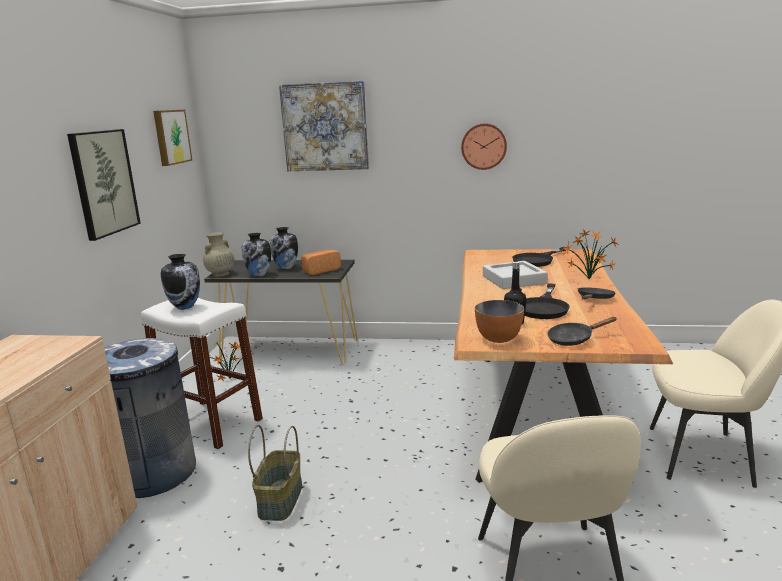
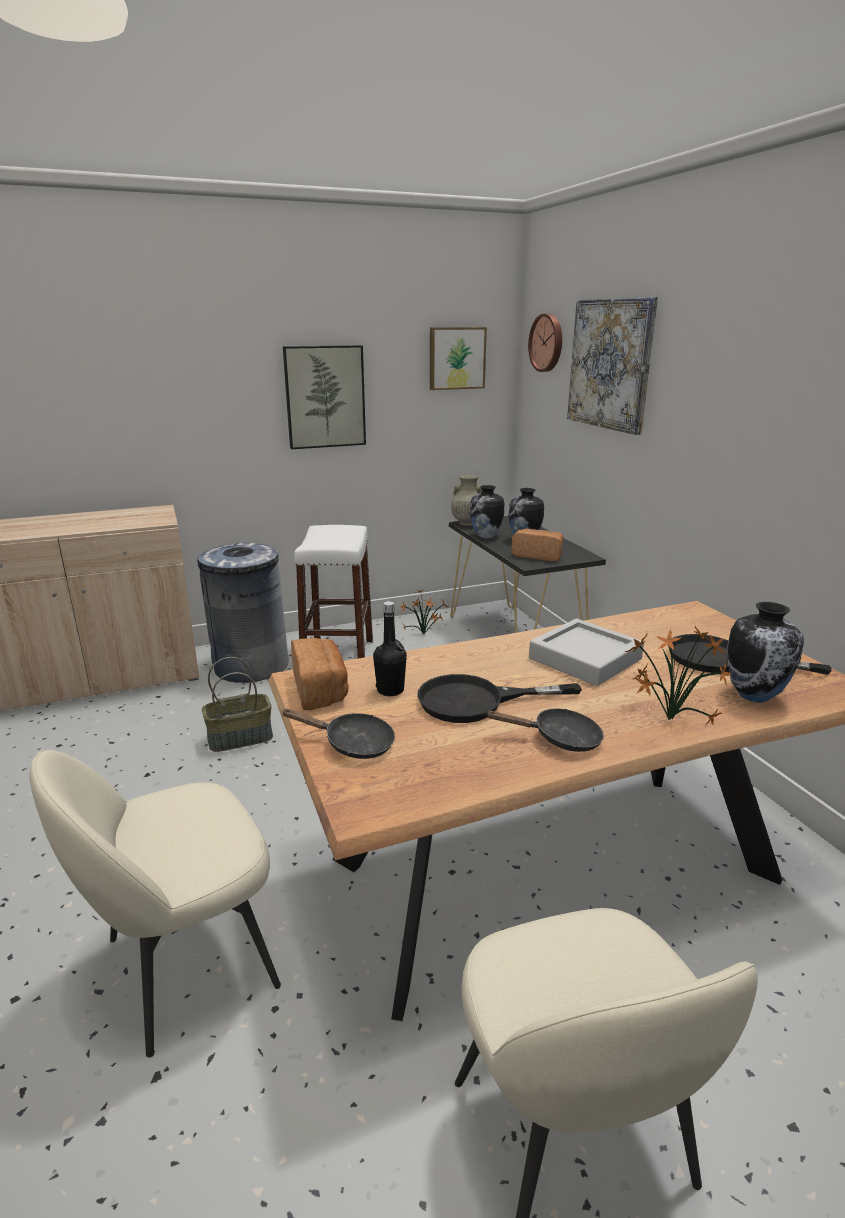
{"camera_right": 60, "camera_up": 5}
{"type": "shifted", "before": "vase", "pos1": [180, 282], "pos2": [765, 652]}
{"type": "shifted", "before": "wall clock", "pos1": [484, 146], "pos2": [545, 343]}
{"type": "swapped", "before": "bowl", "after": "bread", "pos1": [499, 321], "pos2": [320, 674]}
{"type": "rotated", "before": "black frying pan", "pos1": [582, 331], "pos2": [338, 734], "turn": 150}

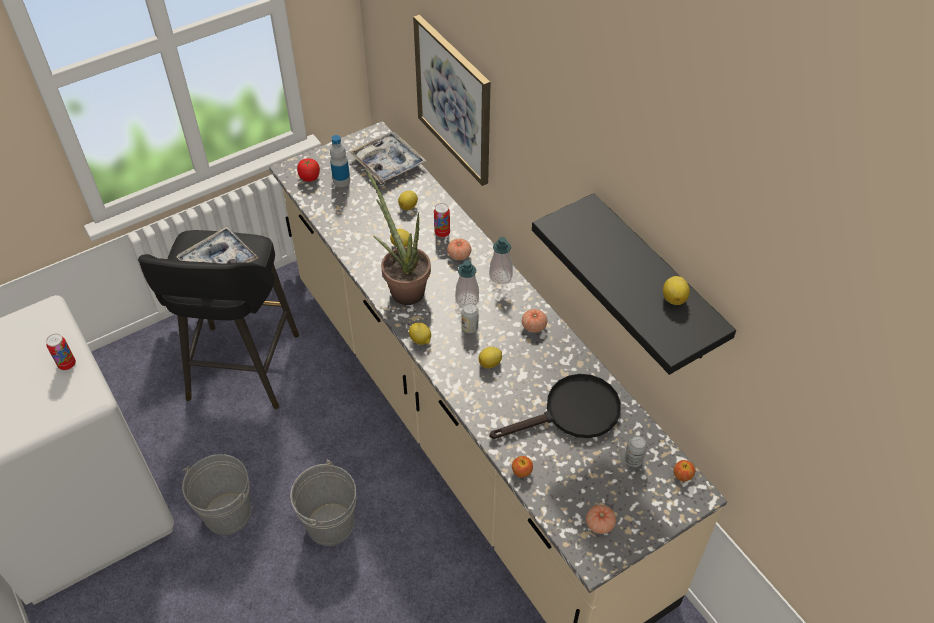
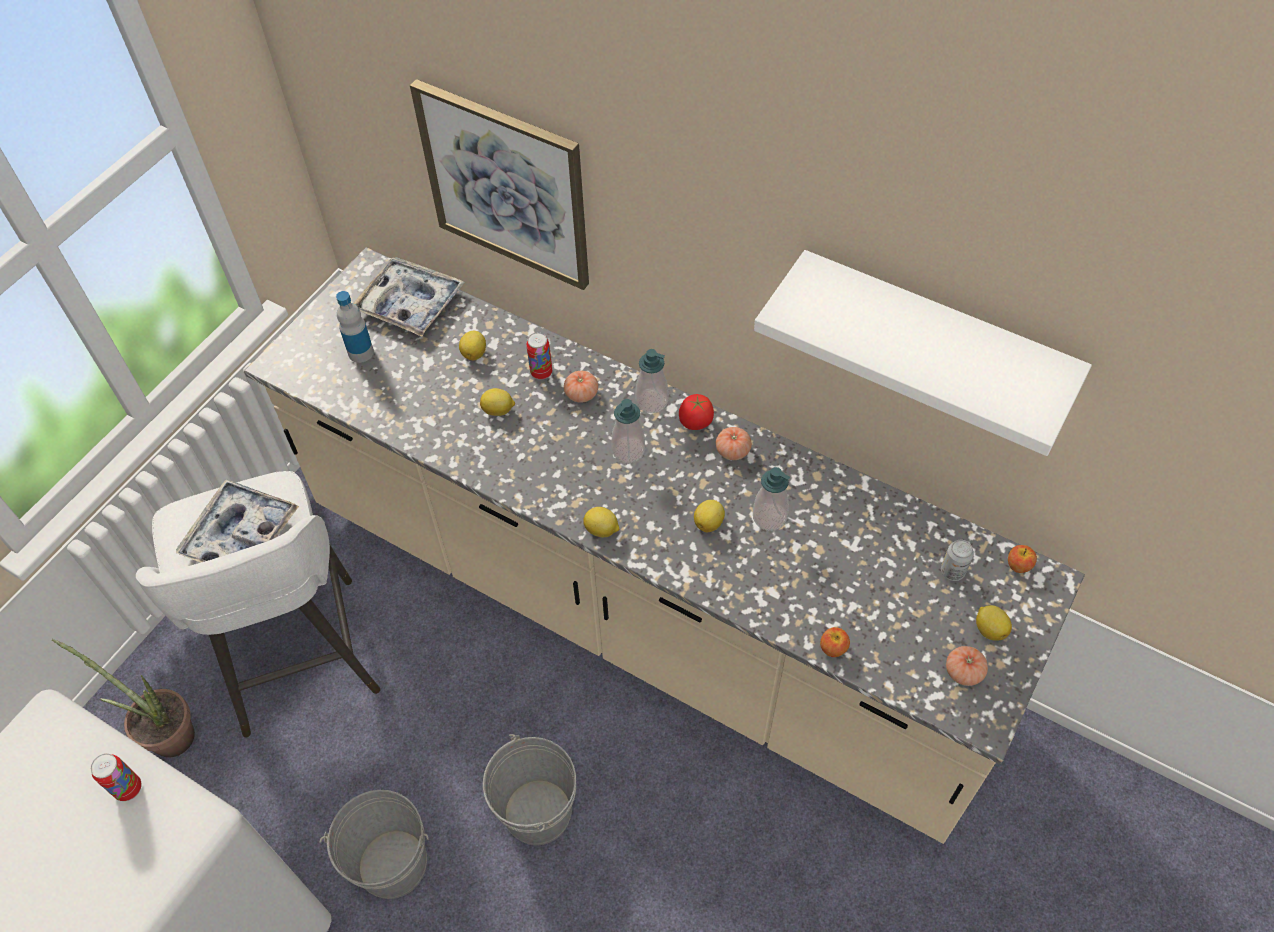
{"camera_right": -25, "camera_up": 5}
{"type": "repainted", "before": "black stool", "after": "white stool", "pos1": [218, 319], "pos2": [258, 604]}
{"type": "shifted", "before": "tomato", "pos1": [308, 170], "pos2": [696, 412]}
{"type": "shifted", "before": "potted plant", "pos1": [398, 236], "pos2": [123, 698]}
{"type": "gone", "before": "can", "pos1": [470, 318]}
{"type": "gone", "before": "black frying pan", "pos1": [555, 406]}
{"type": "repainted", "before": "black shelf", "after": "white shelf", "pos1": [634, 284], "pos2": [923, 353]}
{"type": "shifted", "before": "lemon", "pos1": [676, 290], "pos2": [994, 623]}
{"type": "new", "after": "soap dispenser", "pos2": [771, 499]}

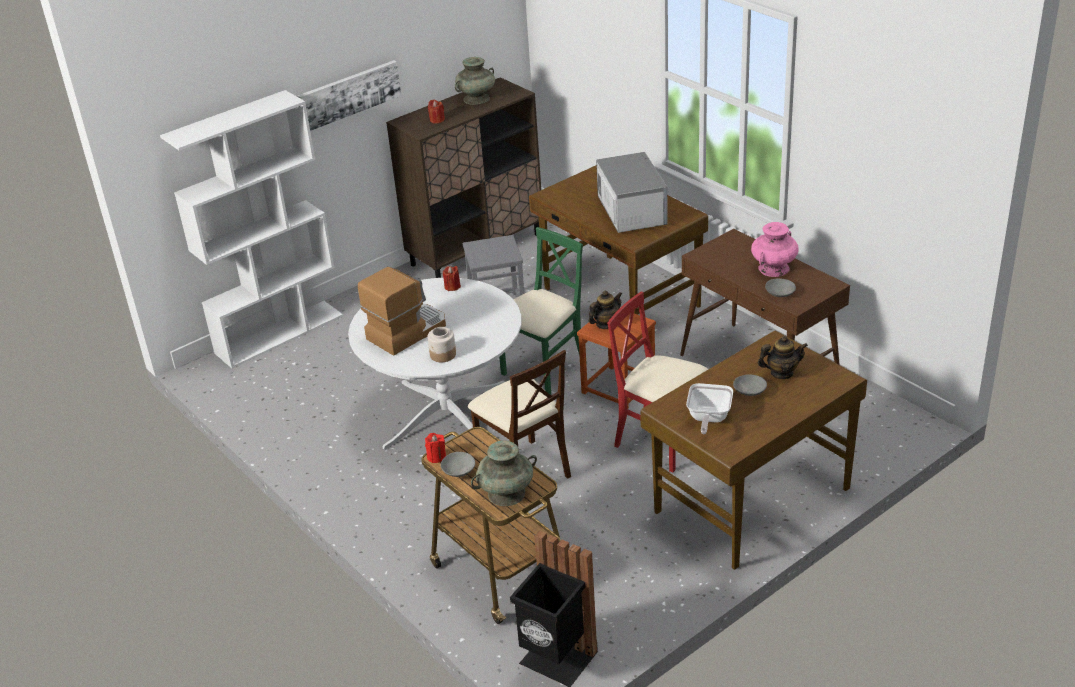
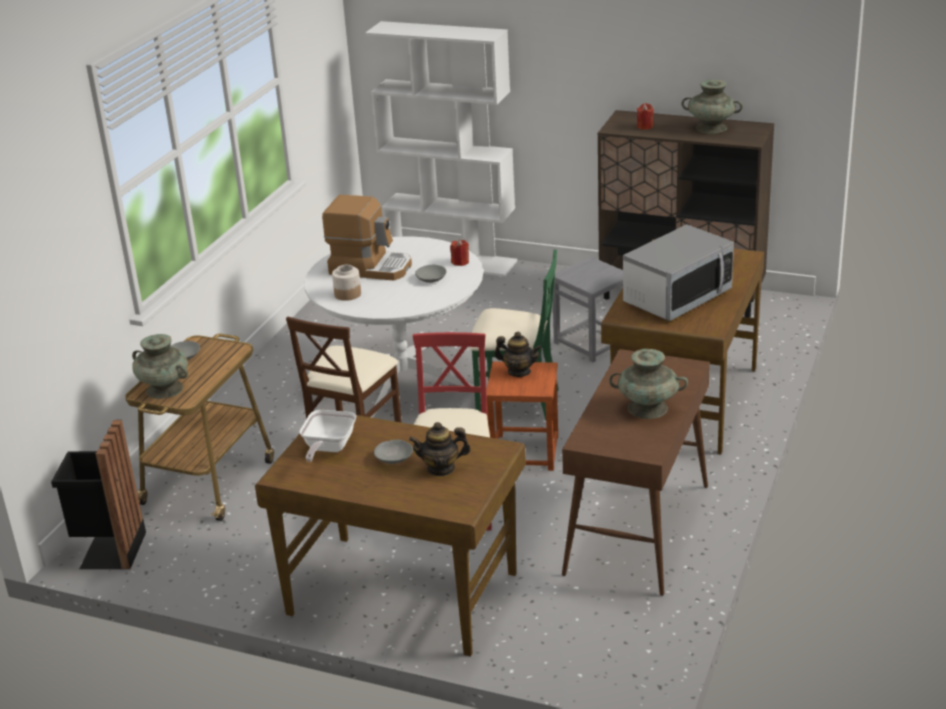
{"camera_right": 60, "camera_up": -5}
{"type": "gone", "before": "picture", "pos1": [349, 95]}
{"type": "gone", "before": "red candle", "pos1": [435, 448]}
{"type": "rotated", "before": "frying pan", "pos1": [709, 408], "pos2": [328, 436], "turn": -60}
{"type": "repainted", "before": "pink vase", "after": "turquoise vase", "pos1": [775, 249], "pos2": [648, 384]}
{"type": "rotated", "before": "teapot", "pos1": [783, 357], "pos2": [440, 449], "turn": 120}
{"type": "shifted", "before": "grey bowl", "pos1": [780, 287], "pos2": [431, 274]}

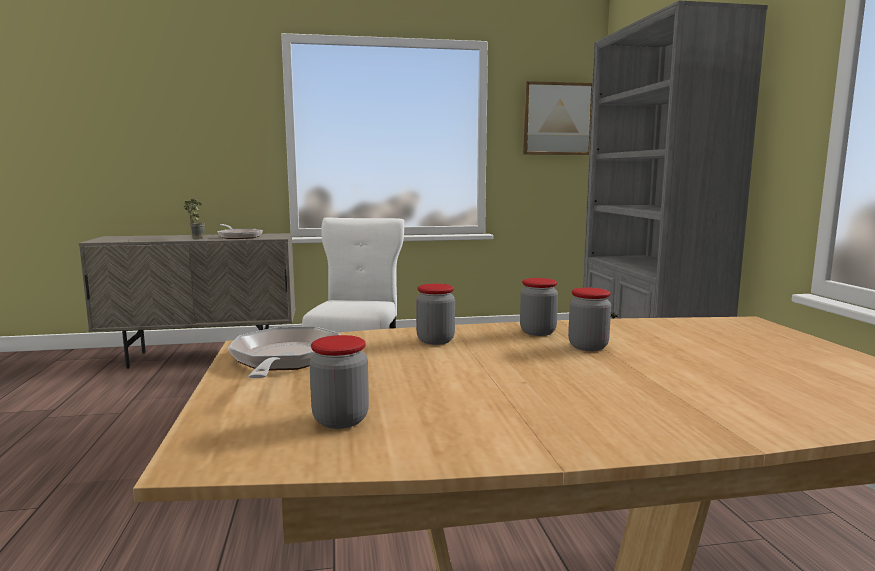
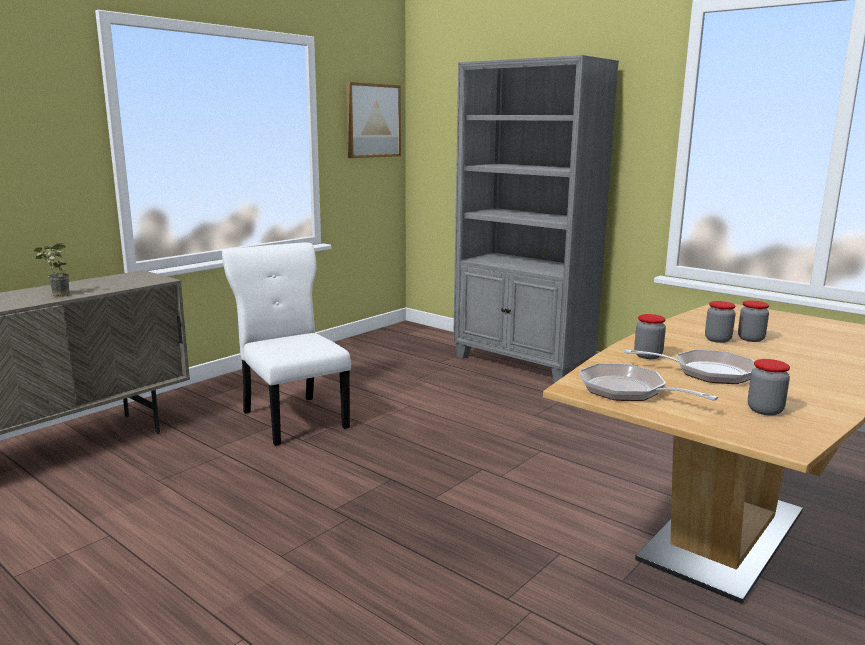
{"camera_right": -40, "camera_up": 5}
{"type": "shifted", "before": "frying pan", "pos1": [240, 231], "pos2": [690, 366]}
{"type": "shifted", "before": "jar", "pos1": [539, 307], "pos2": [753, 321]}

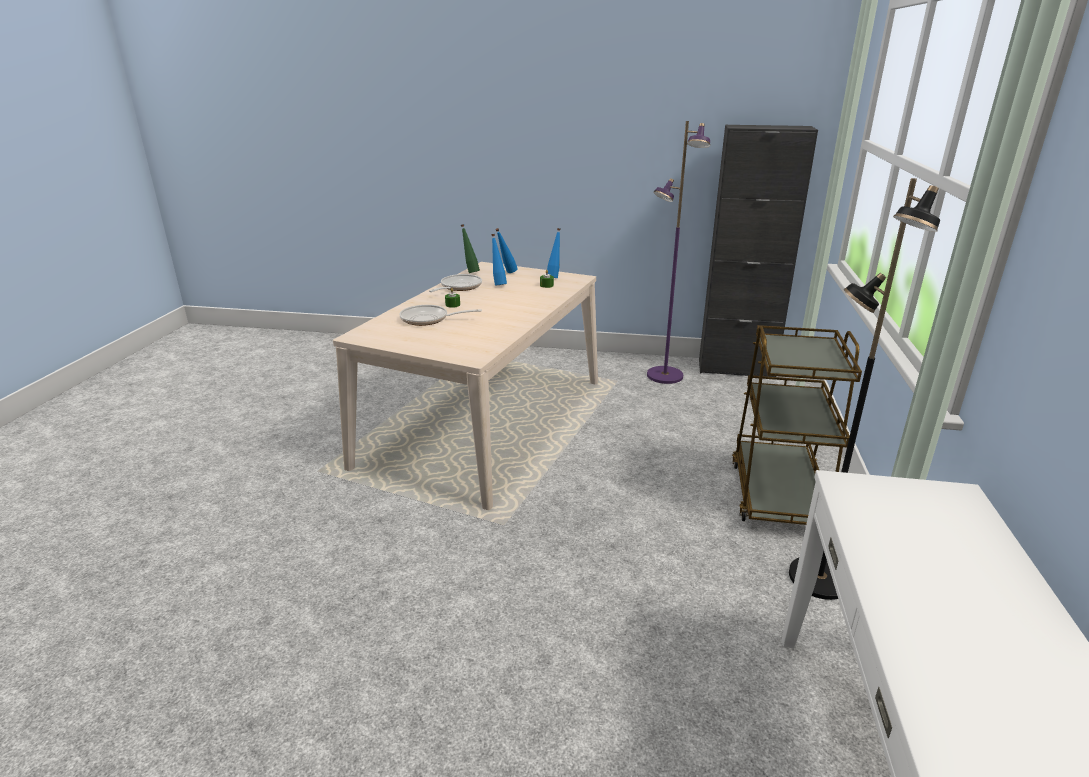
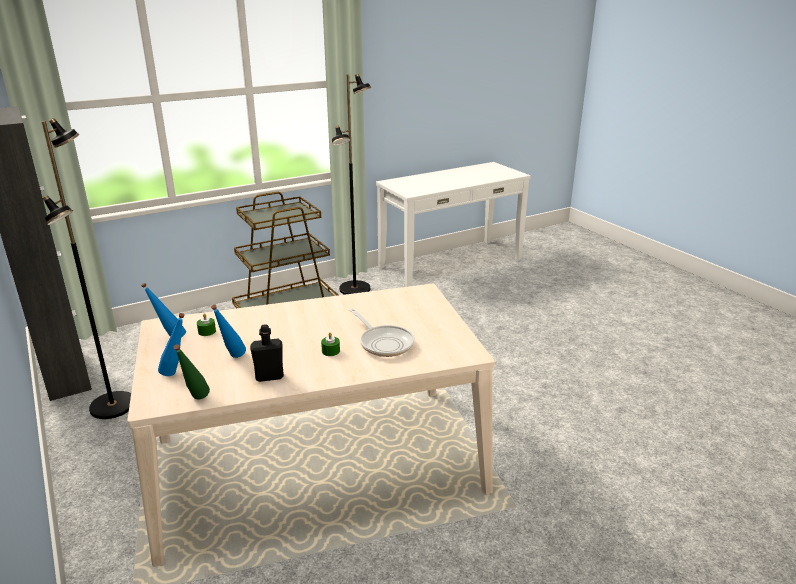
{"camera_right": -130, "camera_up": 0}
{"type": "swapped", "before": "frying pan", "after": "black bottle", "pos1": [455, 283], "pos2": [267, 353]}
{"type": "repainted", "before": "purple floor lamp", "after": "black floor lamp", "pos1": [678, 252], "pos2": [86, 268]}

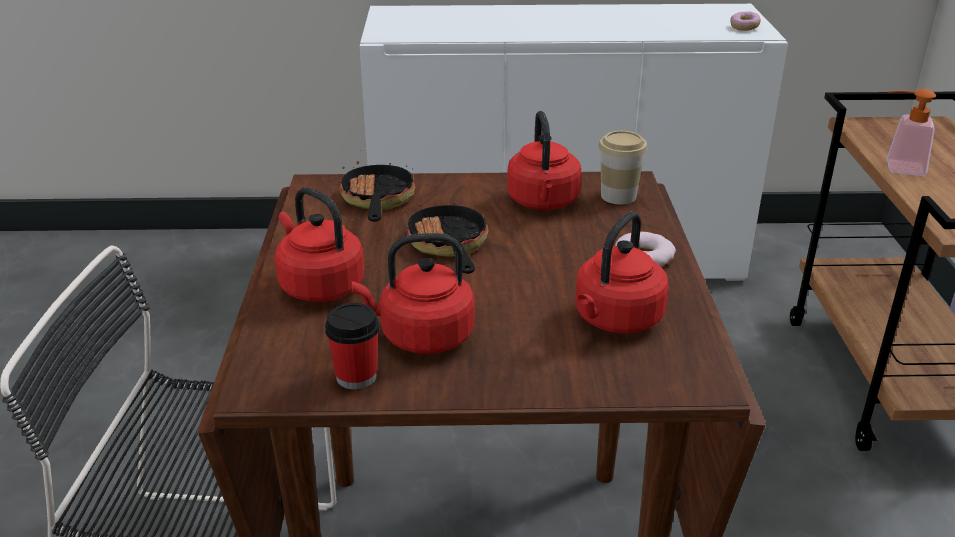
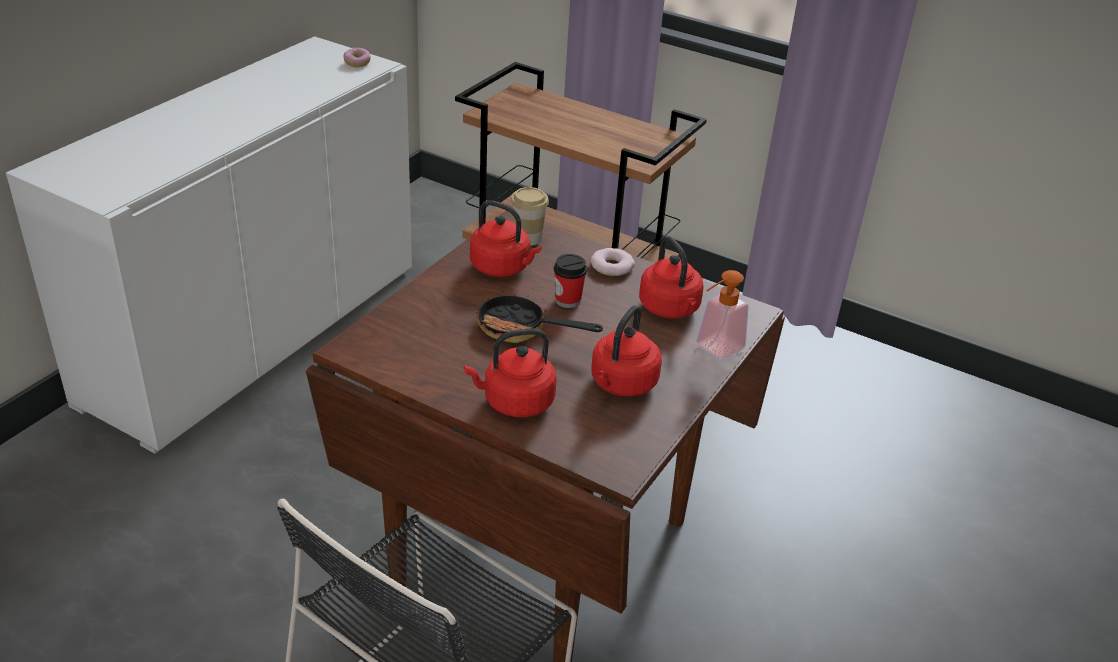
{"camera_right": -60, "camera_up": 5}
{"type": "shifted", "before": "cup", "pos1": [352, 346], "pos2": [570, 281]}
{"type": "gone", "before": "frying pan", "pos1": [377, 191]}
{"type": "shifted", "before": "soap dispenser", "pos1": [911, 132], "pos2": [722, 315]}

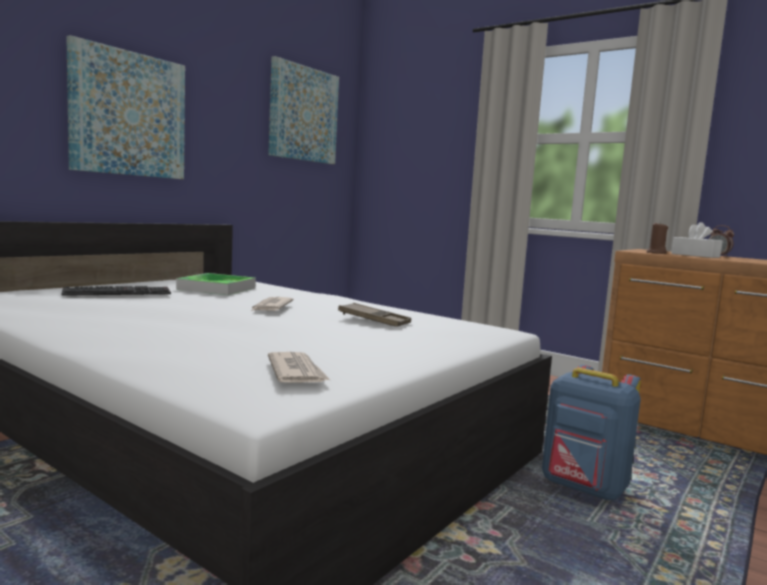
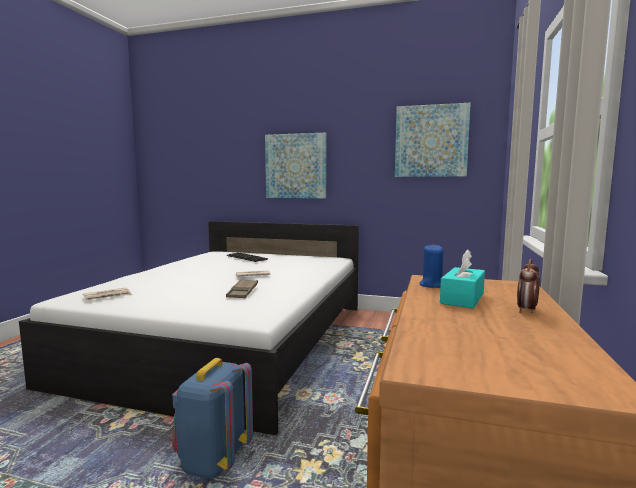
{"camera_right": 70, "camera_up": 0}
{"type": "gone", "before": "tray", "pos1": [216, 284]}
{"type": "repainted", "before": "brown candle", "after": "blue candle", "pos1": [657, 237], "pos2": [431, 266]}
{"type": "repainted", "before": "white tissue box", "after": "turquoise tissue box", "pos1": [696, 240], "pos2": [462, 278]}

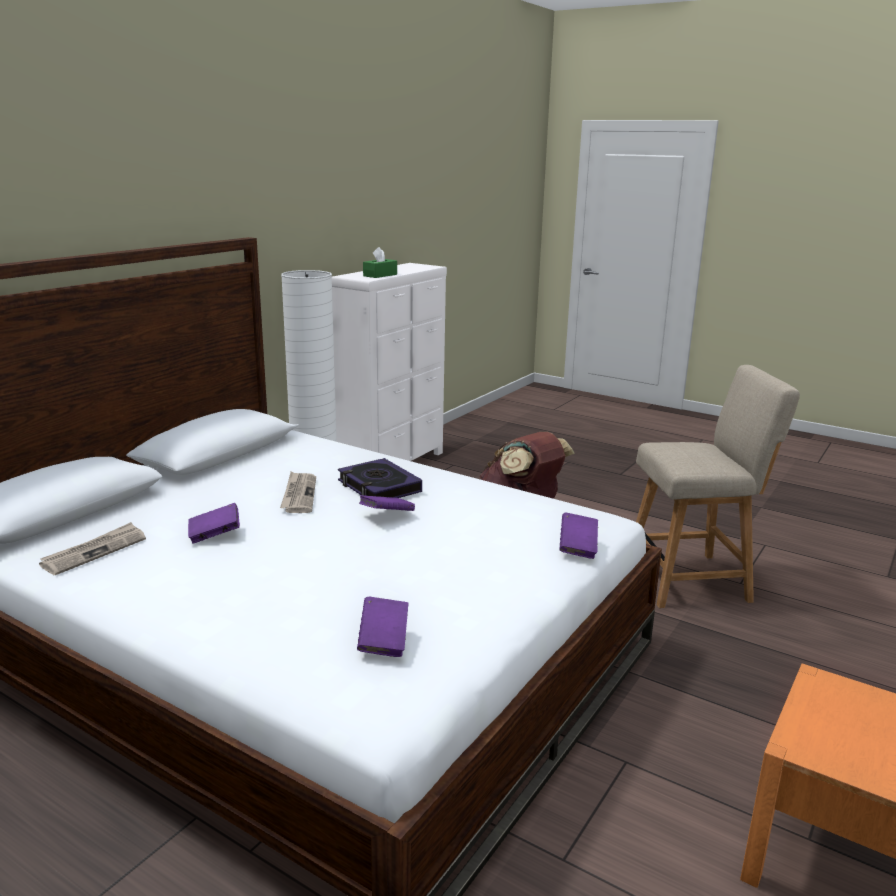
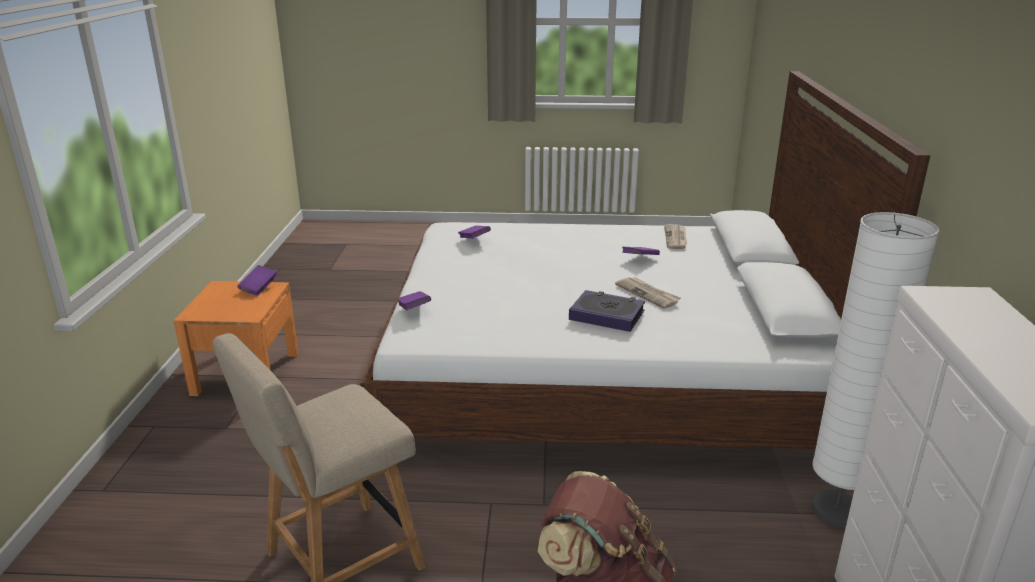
{"camera_right": 150, "camera_up": 5}
{"type": "shifted", "before": "purple book", "pos1": [387, 503], "pos2": [257, 280]}
{"type": "gone", "before": "green tissue box", "pos1": [380, 262]}

